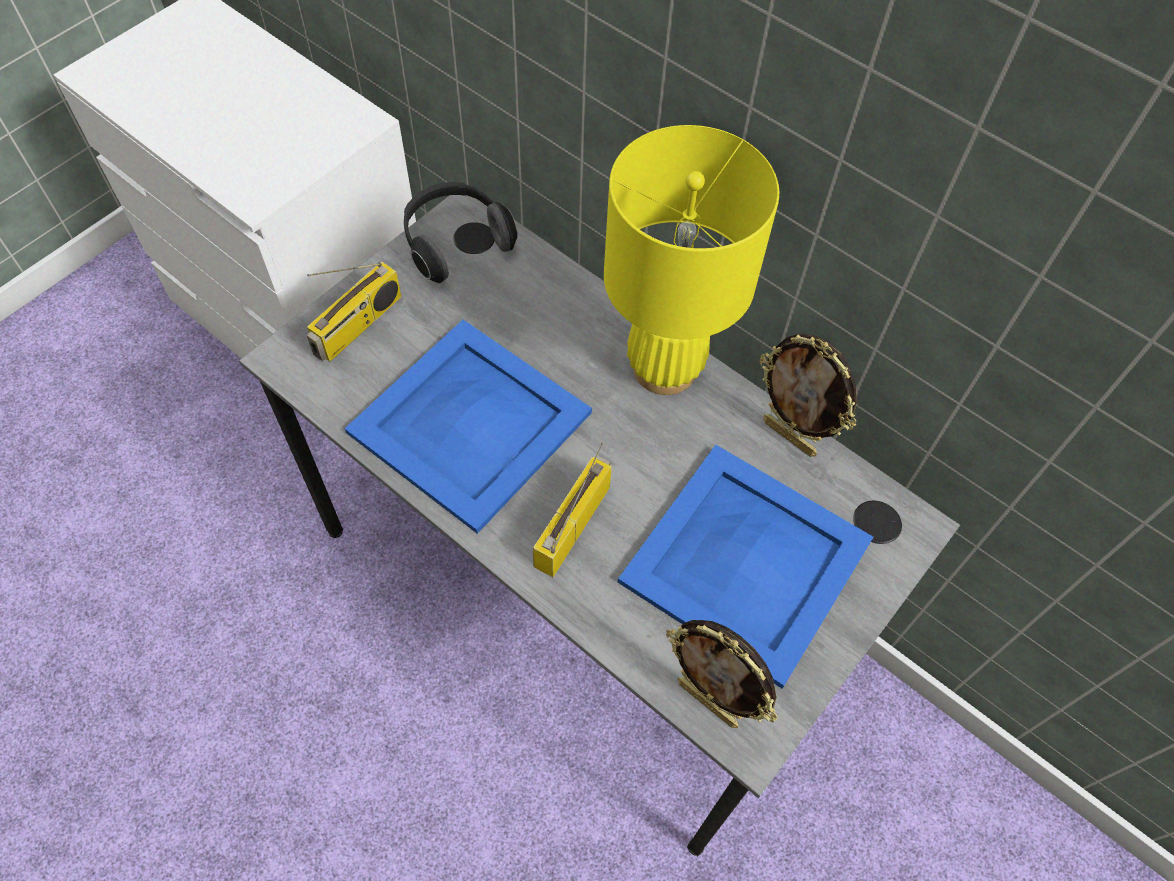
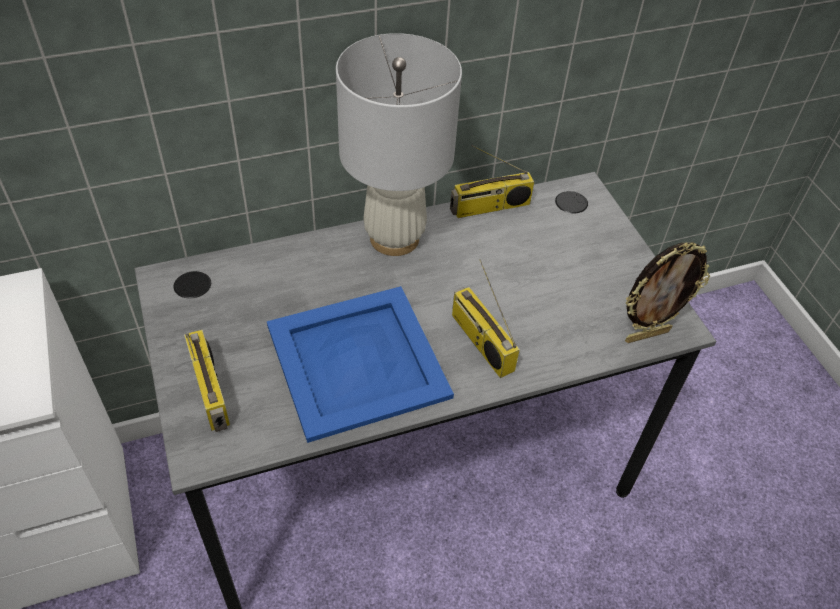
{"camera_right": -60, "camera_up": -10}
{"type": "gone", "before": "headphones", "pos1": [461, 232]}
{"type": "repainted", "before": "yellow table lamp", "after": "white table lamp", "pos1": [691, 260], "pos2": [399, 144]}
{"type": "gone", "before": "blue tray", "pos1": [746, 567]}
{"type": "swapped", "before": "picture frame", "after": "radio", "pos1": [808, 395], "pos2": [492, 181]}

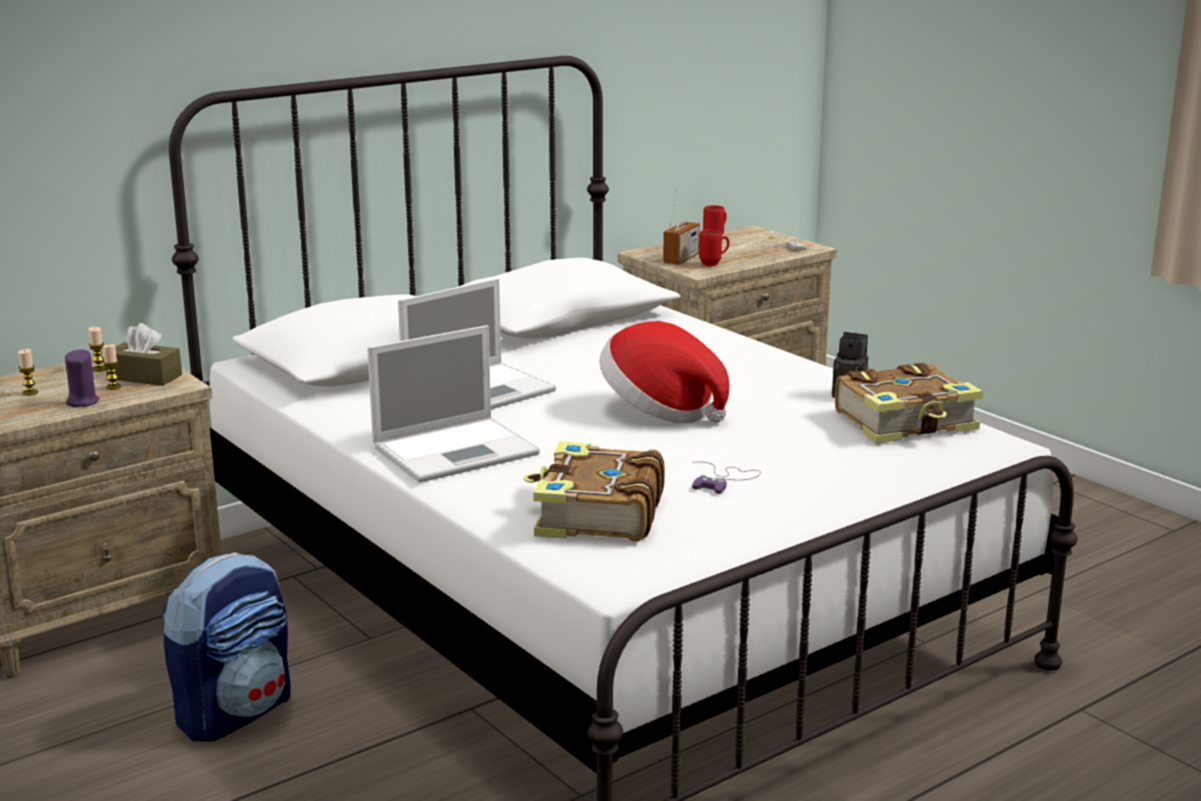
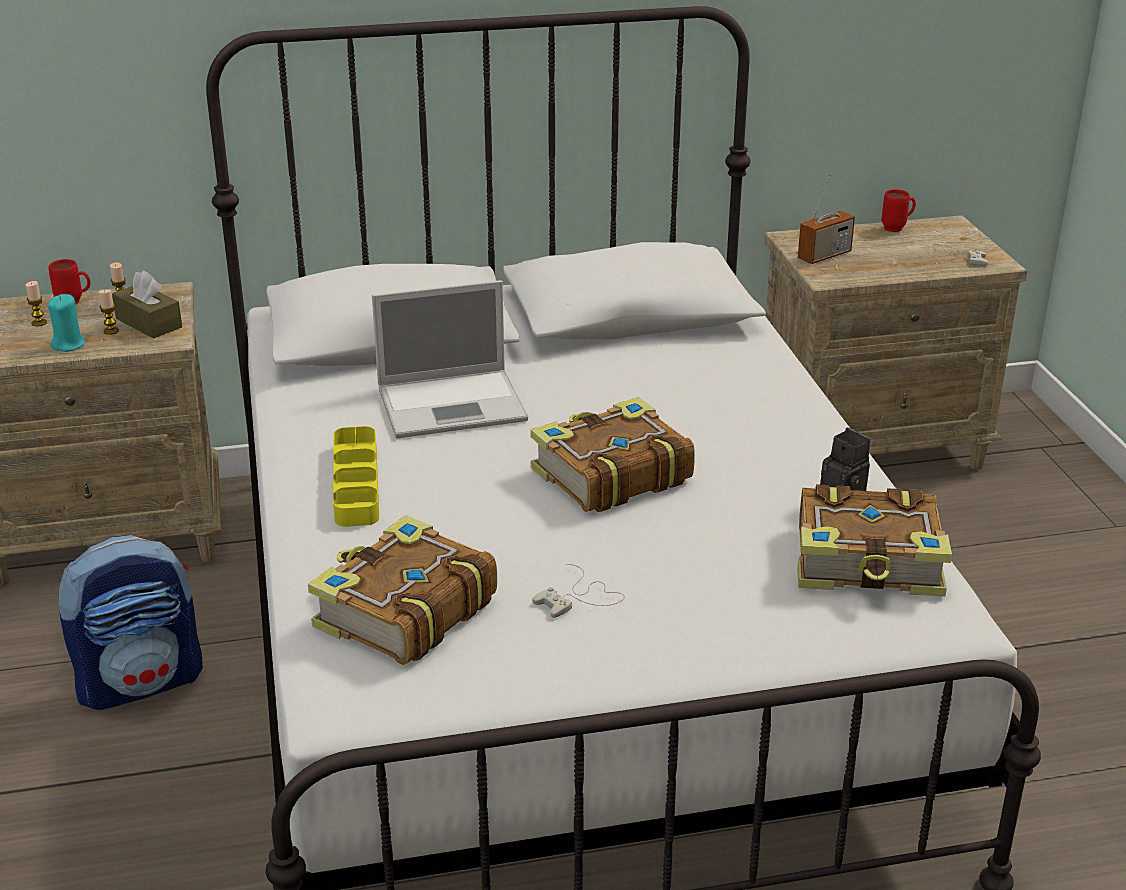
{"camera_right": 25, "camera_up": 10}
{"type": "repainted", "before": "purple candle", "after": "turquoise candle", "pos1": [82, 378], "pos2": [66, 323]}
{"type": "swapped", "before": "laptop", "after": "yellow tray", "pos1": [453, 404], "pos2": [356, 476]}
{"type": "swapped", "before": "hat", "after": "book", "pos1": [664, 372], "pos2": [612, 454]}
{"type": "repainted", "before": "purple game controller", "after": "white game controller", "pos1": [726, 478], "pos2": [578, 591]}
{"type": "shifted", "before": "red mug", "pos1": [714, 247], "pos2": [69, 281]}

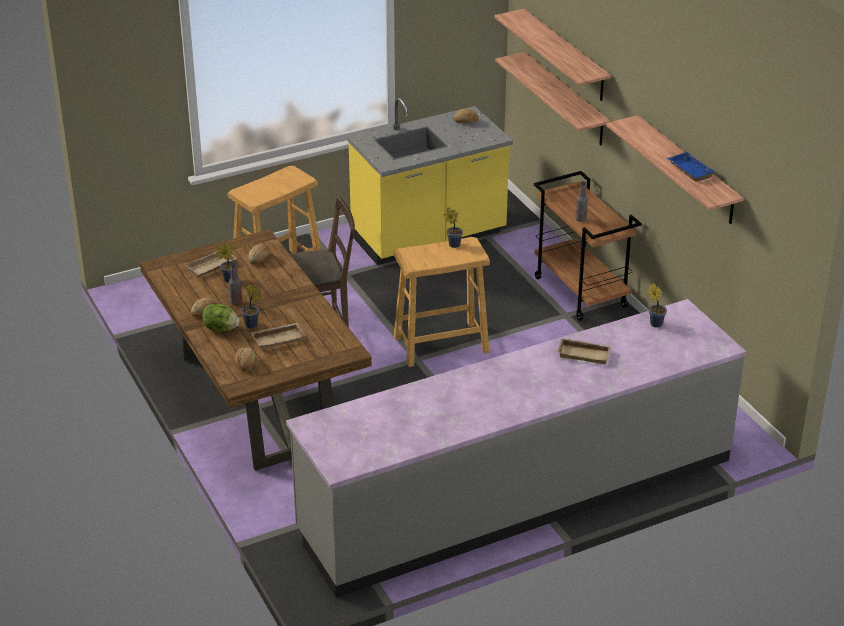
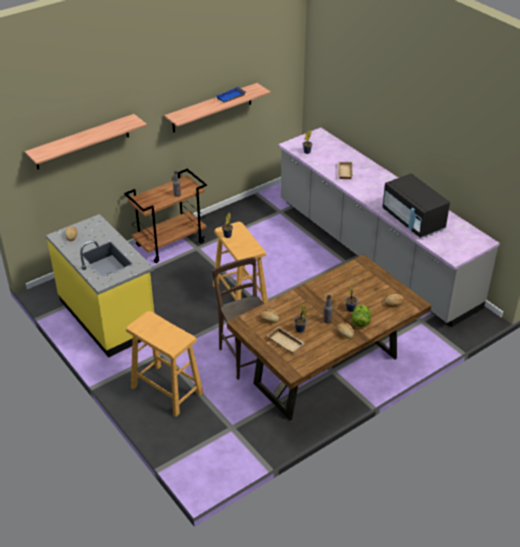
{"camera_right": -100, "camera_up": 5}
{"type": "gone", "before": "beige tray", "pos1": [278, 336]}
{"type": "gone", "before": "shelf", "pos1": [553, 99]}
{"type": "new", "after": "black microwave", "pos2": [416, 205]}

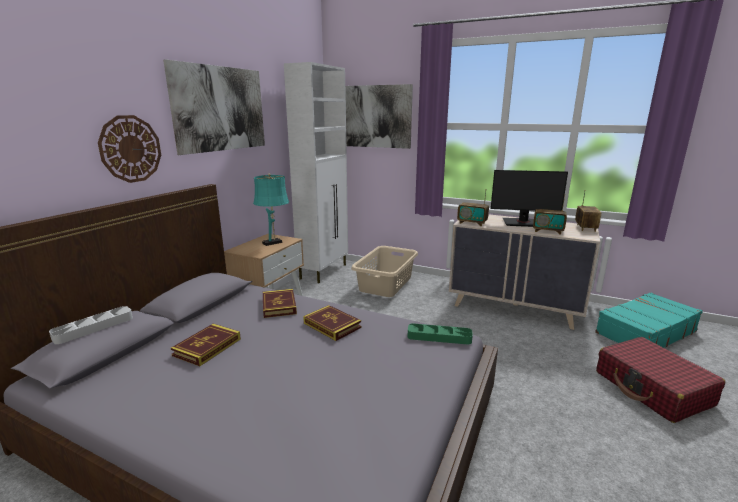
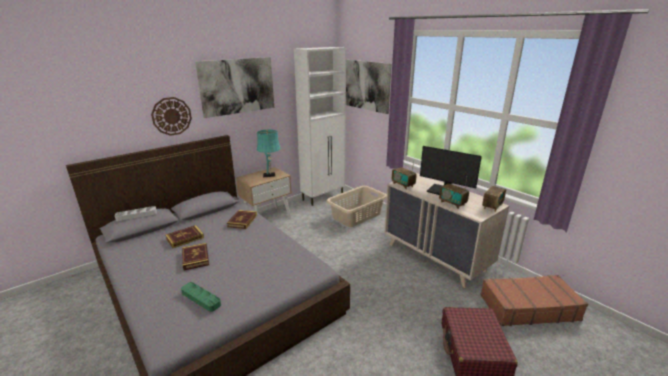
{"camera_right": 25, "camera_up": 5}
{"type": "shifted", "before": "book", "pos1": [332, 323], "pos2": [195, 256]}
{"type": "shifted", "before": "green tray", "pos1": [440, 334], "pos2": [201, 297]}
{"type": "repainted", "before": "turquoise suitcase", "after": "brown suitcase", "pos1": [649, 320], "pos2": [534, 300]}

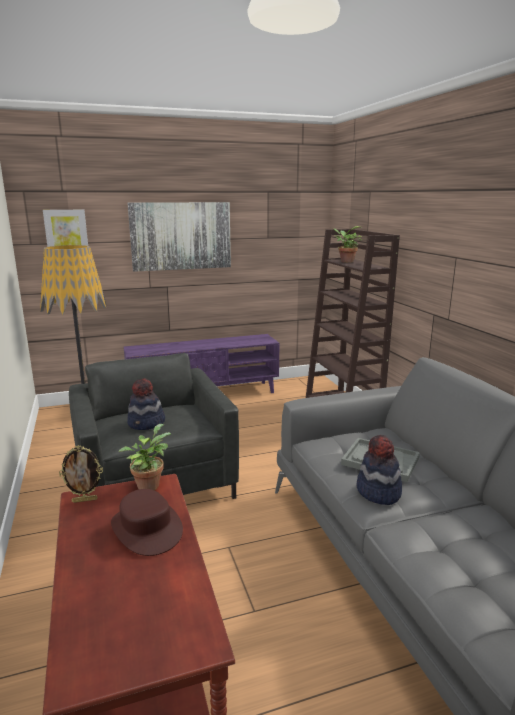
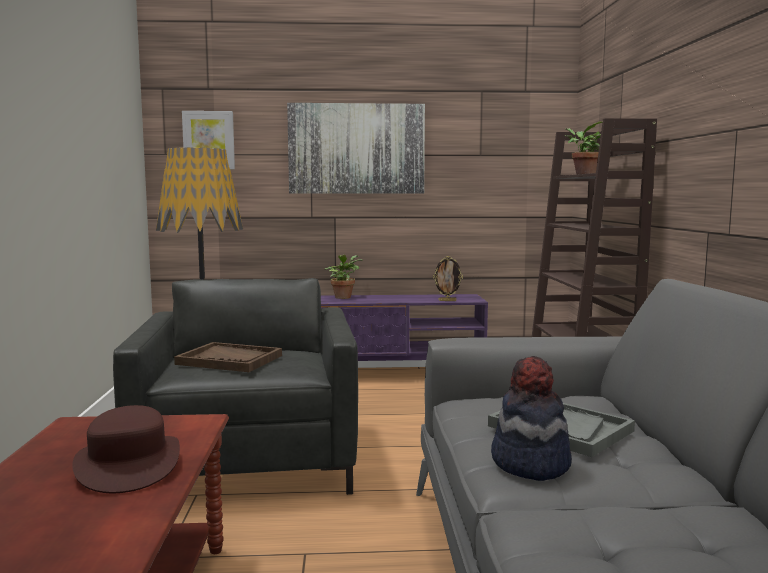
{"camera_right": 15, "camera_up": -10}
{"type": "shifted", "before": "picture frame", "pos1": [81, 474], "pos2": [448, 278]}
{"type": "shifted", "before": "potted plant", "pos1": [145, 457], "pos2": [343, 277]}
{"type": "swapped", "before": "hat", "after": "brown tray", "pos1": [146, 404], "pos2": [228, 357]}

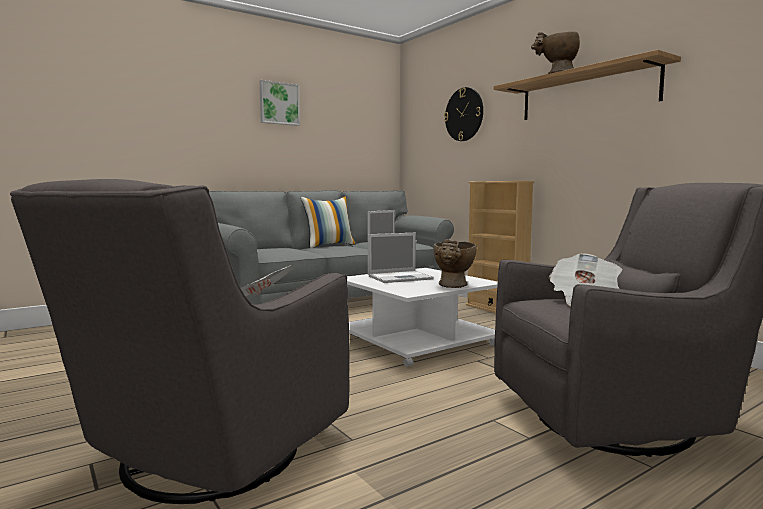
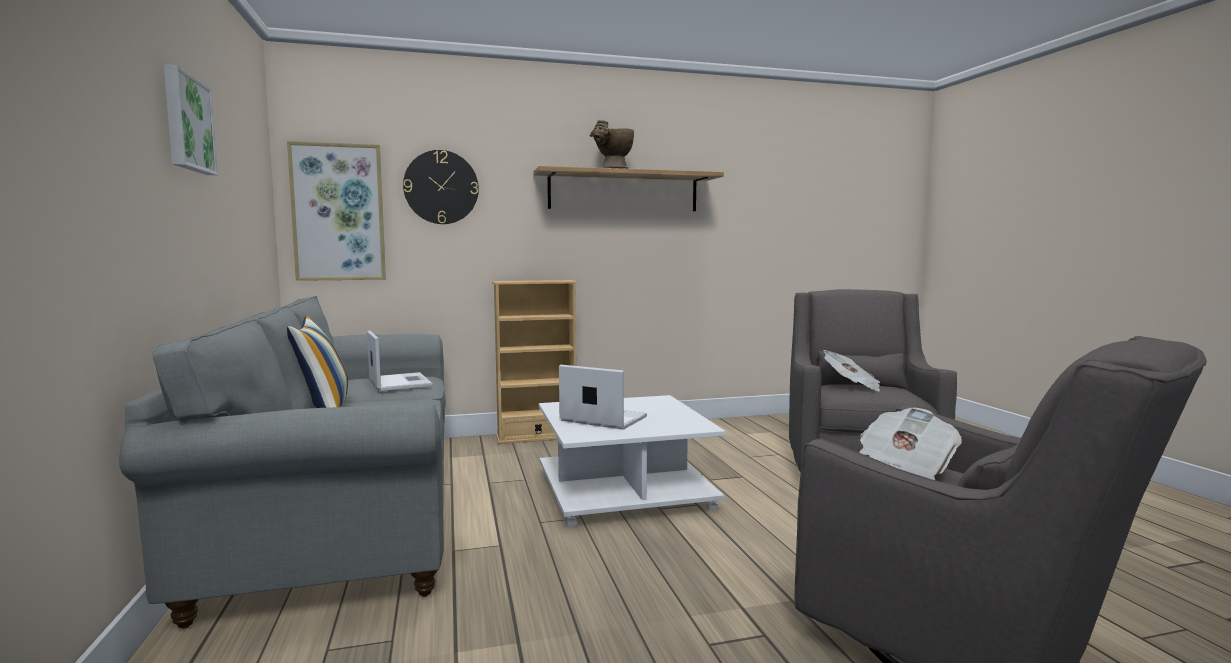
{"camera_right": -70, "camera_up": 0}
{"type": "rotated", "before": "laptop", "pos1": [401, 258], "pos2": [603, 397], "turn": -60}
{"type": "gone", "before": "beige vase", "pos1": [455, 263]}
{"type": "new", "after": "picture", "pos2": [336, 211]}

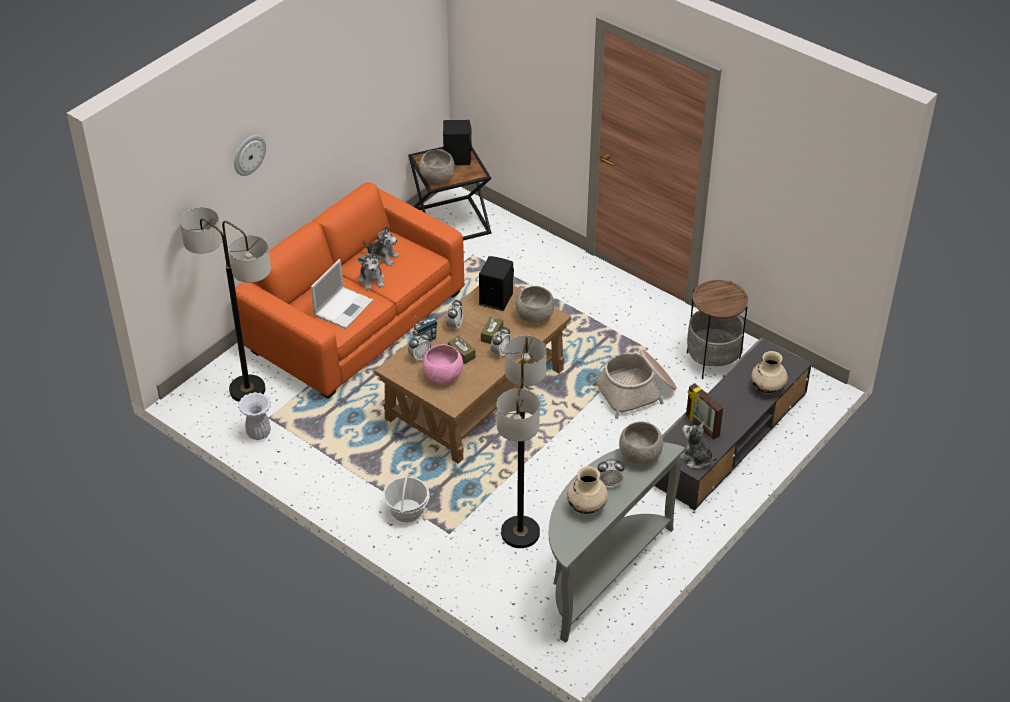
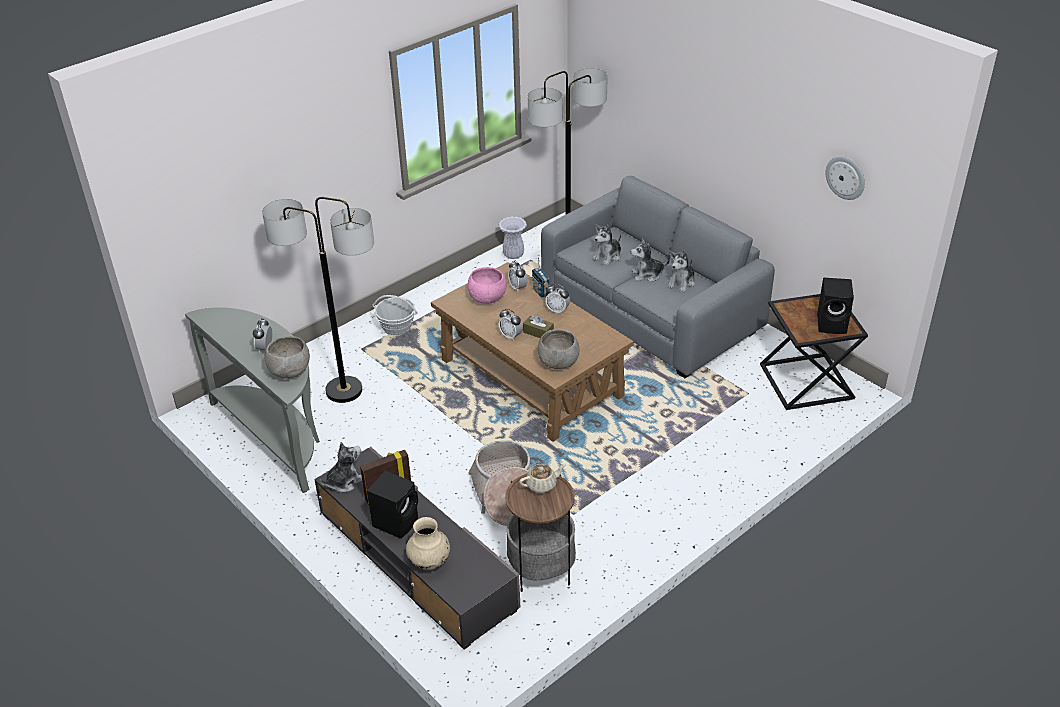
{"camera_right": 100, "camera_up": -5}
{"type": "shifted", "before": "wall clock", "pos1": [250, 155], "pos2": [845, 178]}
{"type": "repainted", "before": "orange sofa", "after": "grey sofa", "pos1": [349, 290], "pos2": [658, 277]}
{"type": "swapped", "before": "laptop", "after": "plush toy", "pos1": [342, 294], "pos2": [606, 245]}
{"type": "gone", "before": "grey bowl", "pos1": [437, 166]}
{"type": "gone", "before": "brown tissue box", "pos1": [461, 350]}
{"type": "shifted", "before": "black speaker", "pos1": [496, 283], "pos2": [392, 505]}
{"type": "gone", "before": "beige vase", "pos1": [587, 490]}
{"type": "new", "after": "beige teapot", "pos2": [542, 478]}

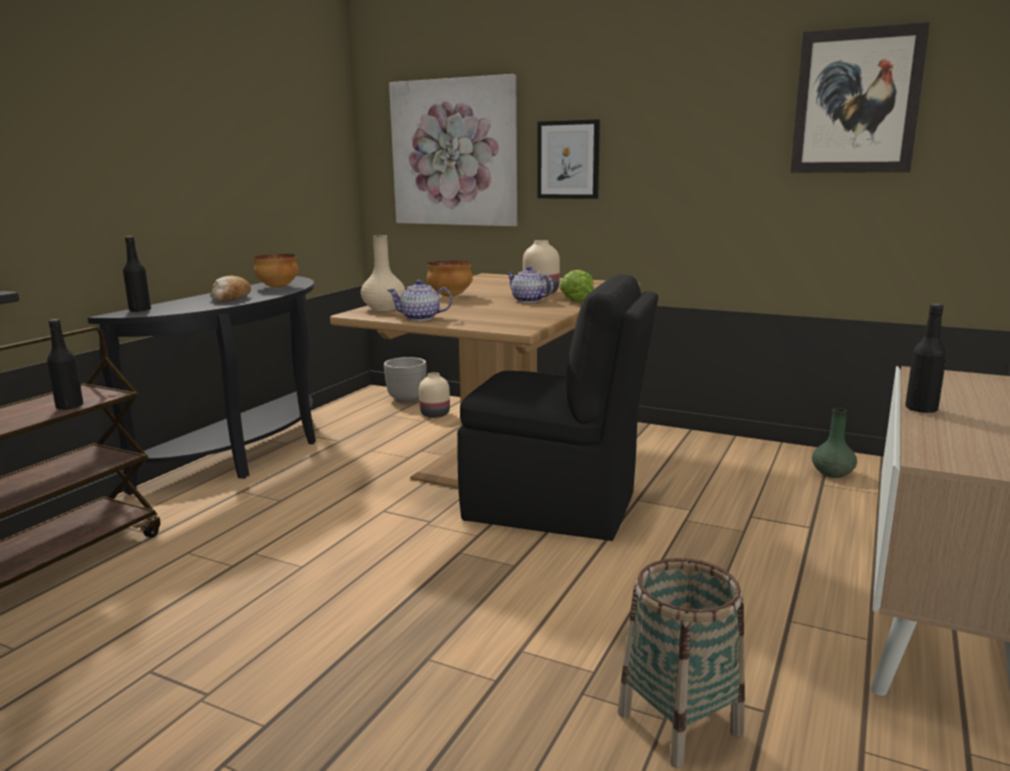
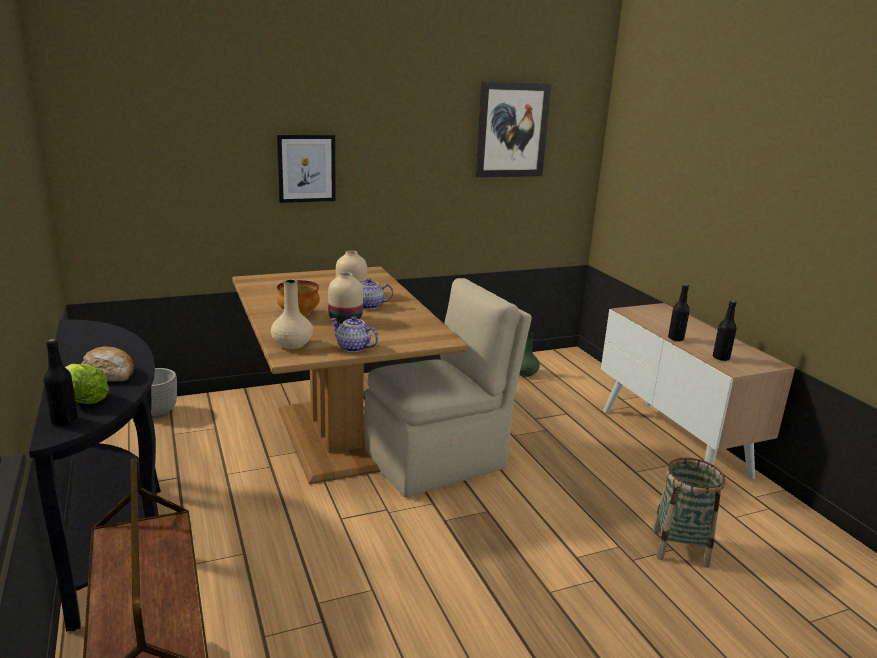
{"camera_right": -50, "camera_up": 5}
{"type": "shifted", "before": "black bottle", "pos1": [65, 364], "pos2": [725, 330]}
{"type": "gone", "before": "bowl", "pos1": [276, 271]}
{"type": "rotated", "before": "teapot", "pos1": [419, 300], "pos2": [354, 334], "turn": 75}
{"type": "gone", "before": "picture", "pos1": [453, 150]}
{"type": "shifted", "before": "beige vase", "pos1": [434, 395], "pos2": [345, 298]}
{"type": "repainted", "before": "black chair", "after": "beige chair", "pos1": [557, 407], "pos2": [448, 388]}
{"type": "shifted", "before": "lettuce", "pos1": [576, 286], "pos2": [87, 384]}

